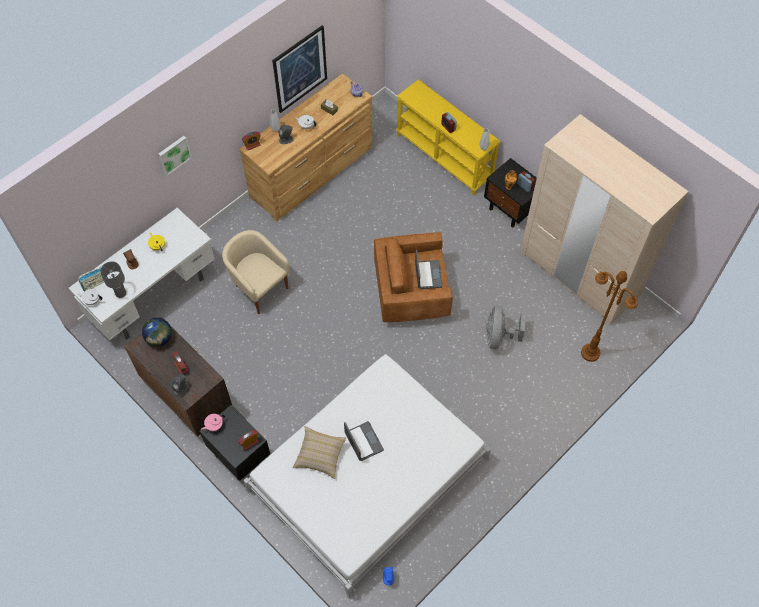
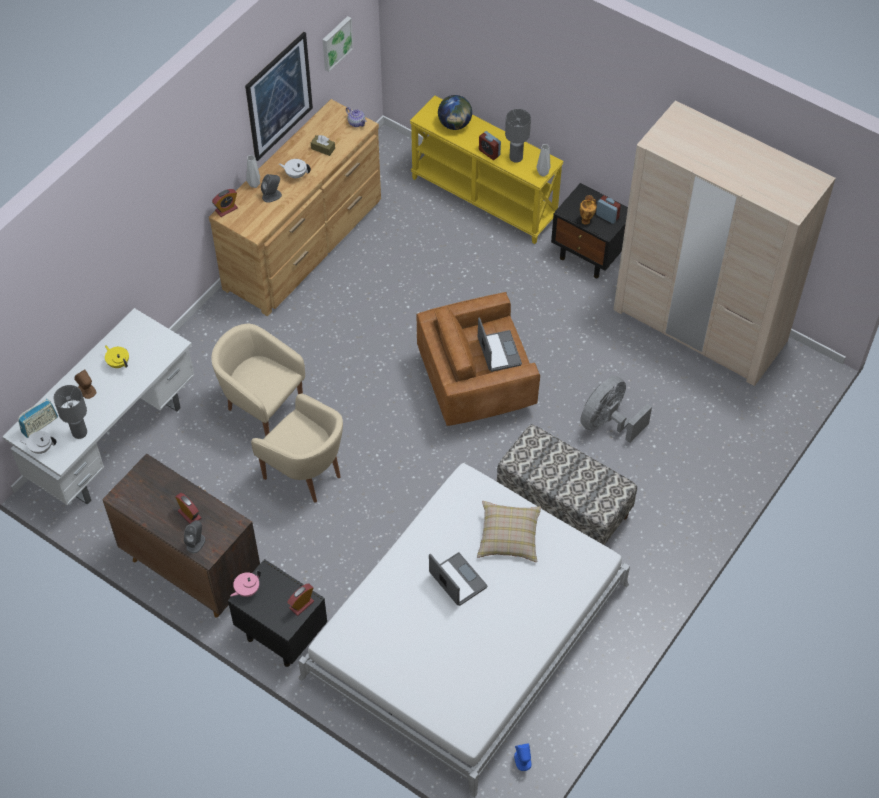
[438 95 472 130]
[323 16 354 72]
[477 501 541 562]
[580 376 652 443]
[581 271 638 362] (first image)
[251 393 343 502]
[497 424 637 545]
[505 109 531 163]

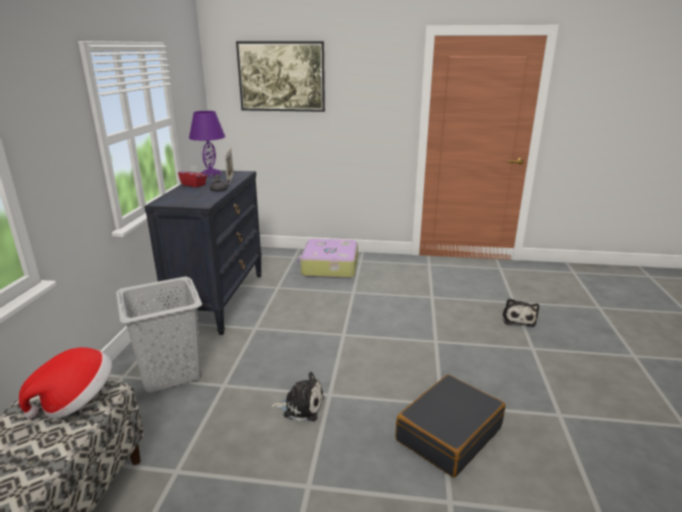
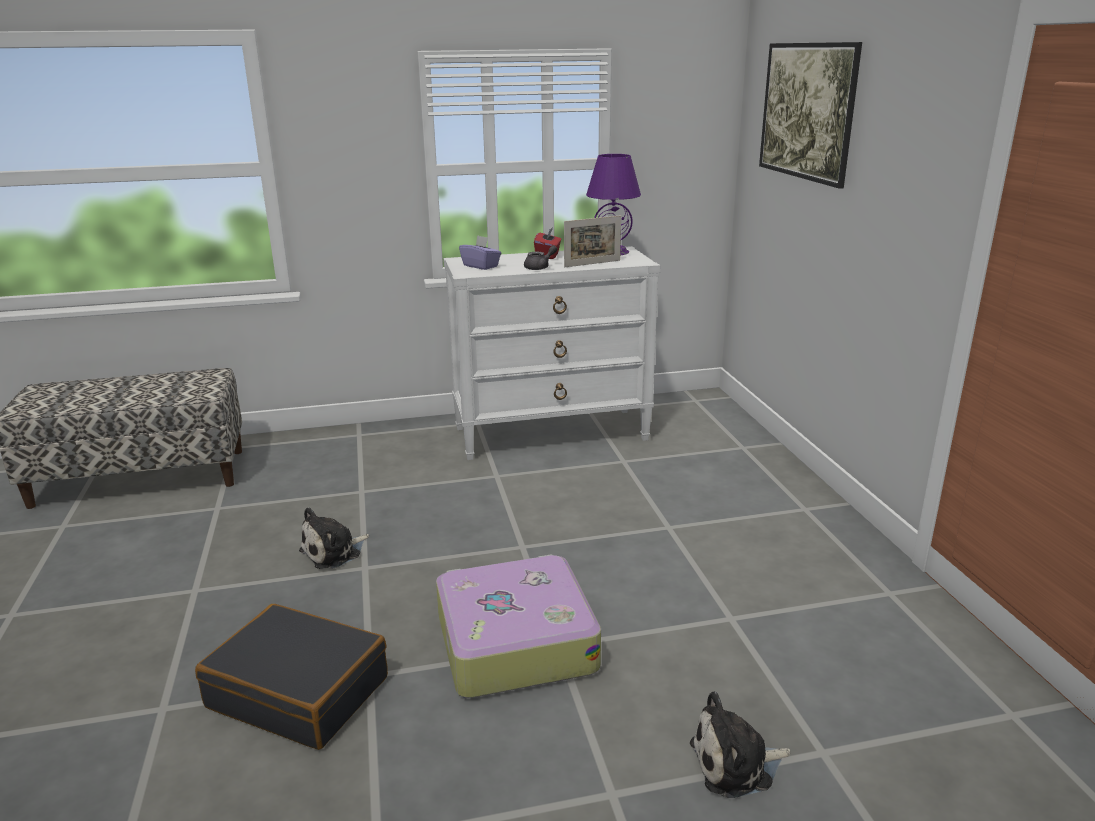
[19 347 112 419] (first image)
[116 276 202 393] (first image)
[443 246 661 460]
[299 507 369 569]
[436 554 601 698]
[459 235 501 270]

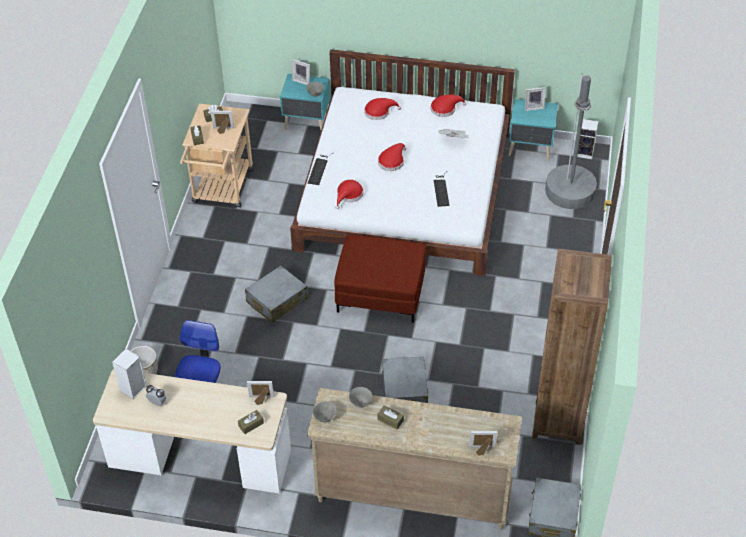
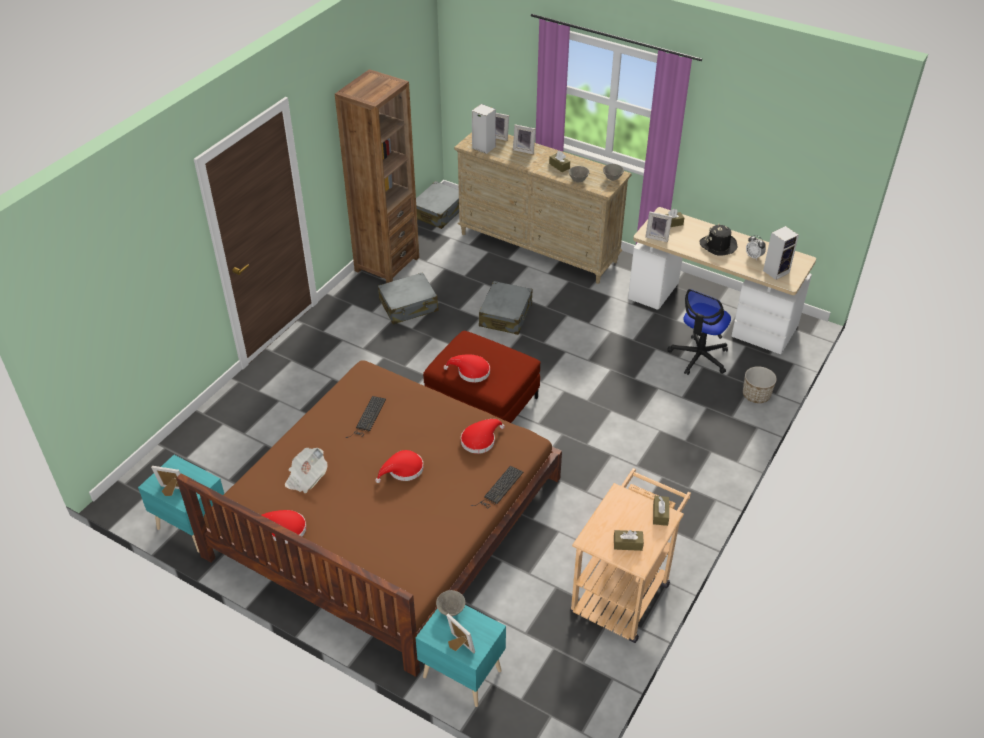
[513 124 536 154]
[378 272 438 324]
[176 360 562 677]
[444 354 490 383]
[545 74 597 209] (first image)
[472 104 496 154]
[700 224 737 256]

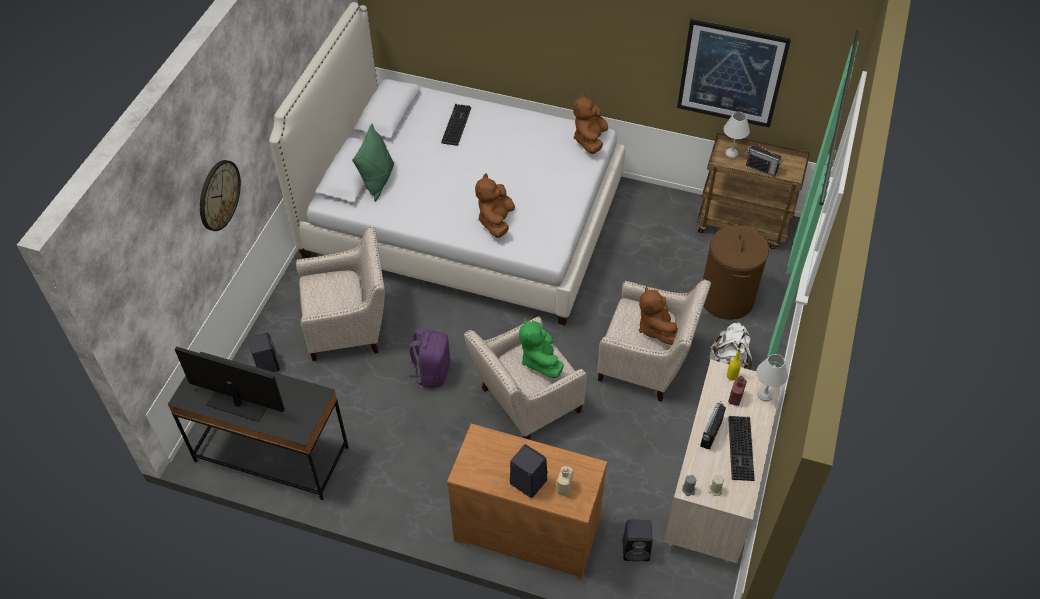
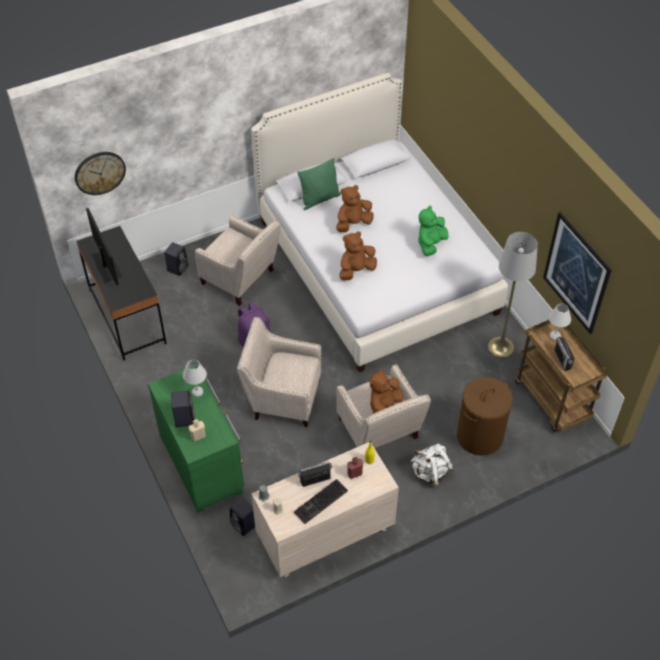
[75 152 126 195]
[441 104 471 146] (first image)
[148 366 244 513]
[418 206 449 256]
[336 185 374 232]
[183 360 207 397]
[488 232 538 358]

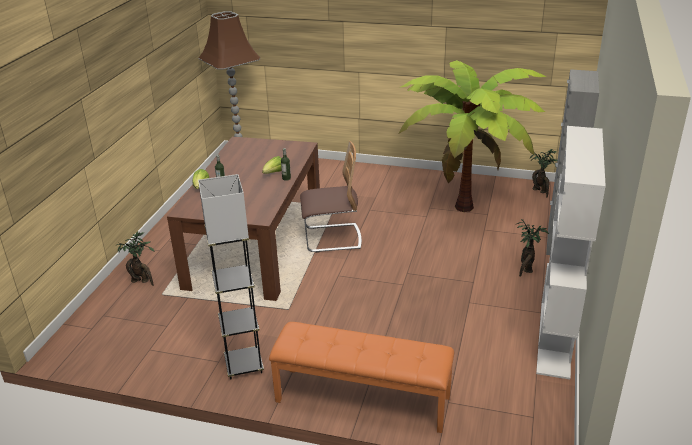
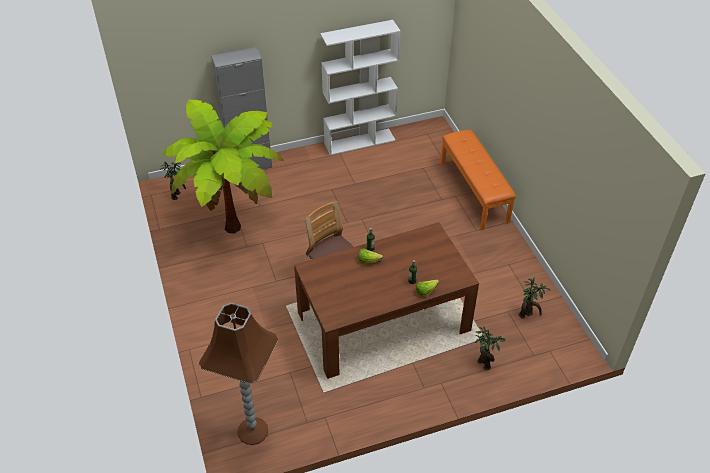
[198 174 264 379] (first image)
[519 277 550 319]

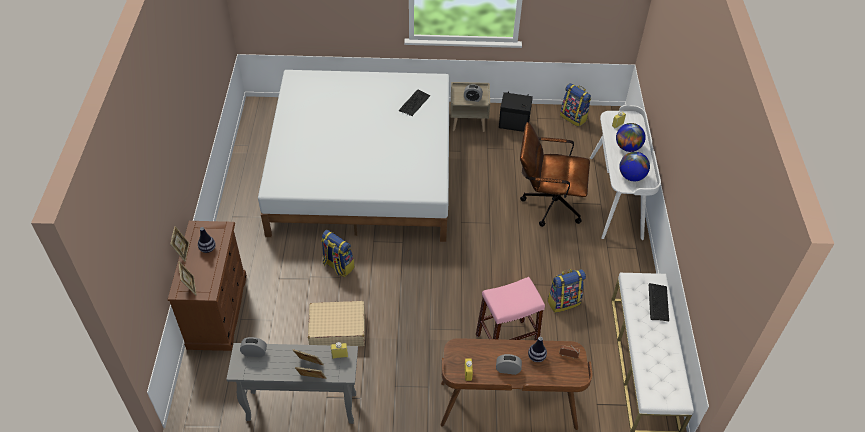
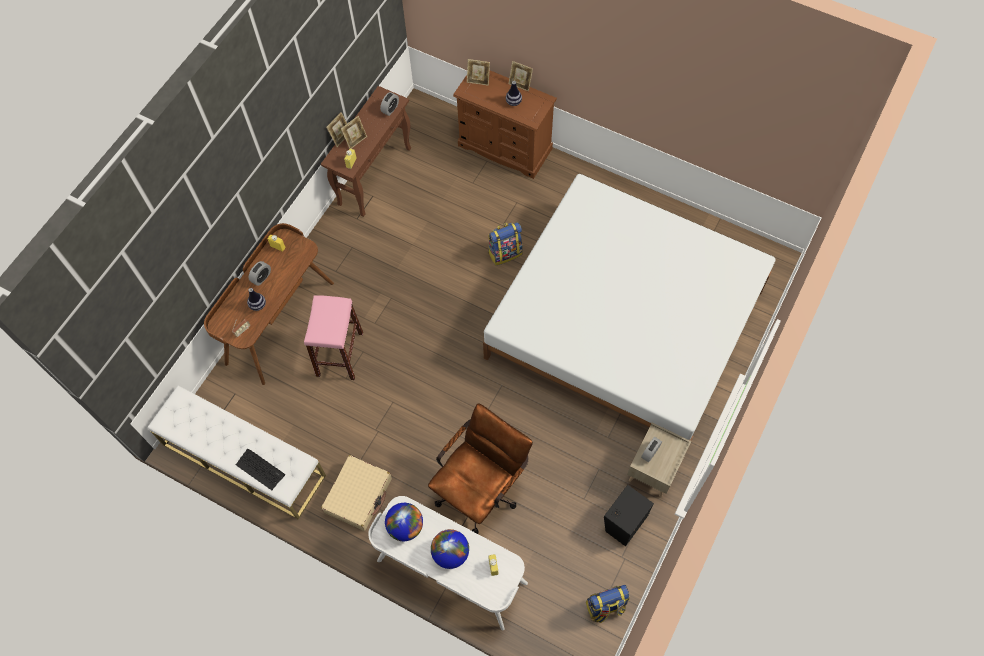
[321 86 411 217]
[321 455 392 531]
[399 89 430 116] (first image)
[547 269 586 313] (first image)

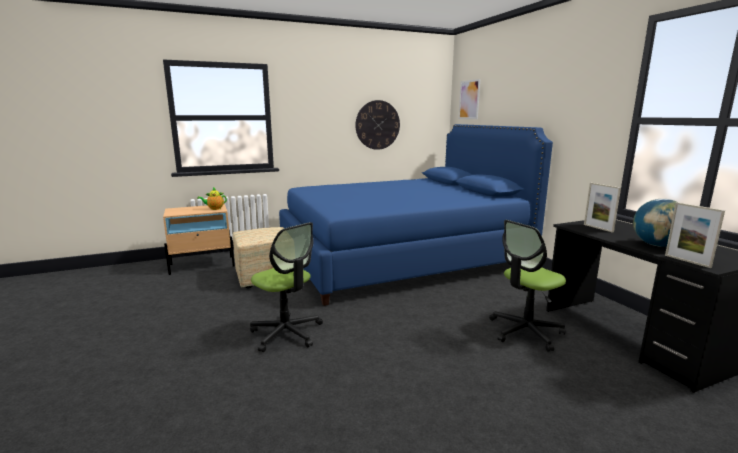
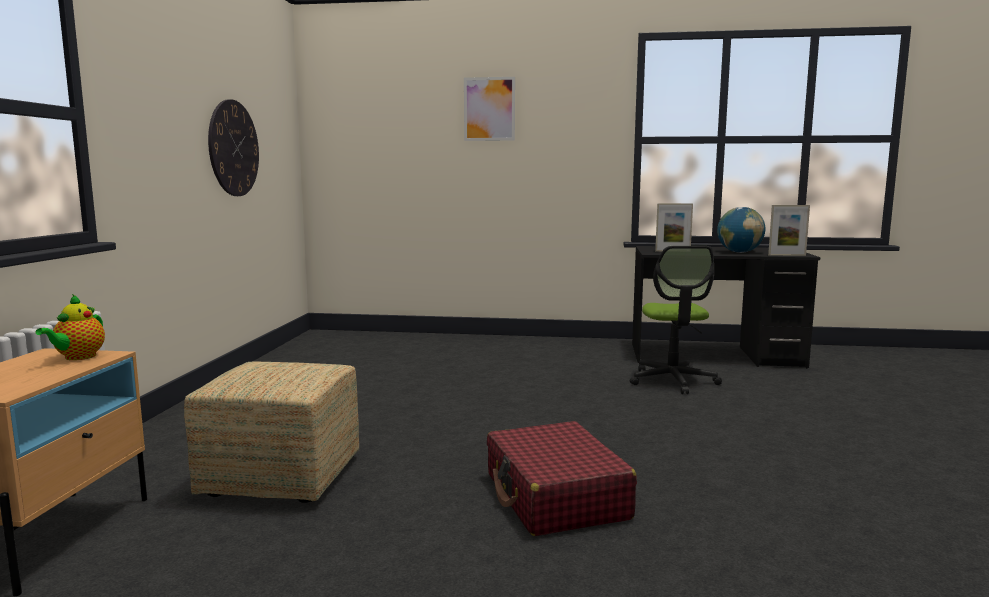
[487 421 637 536]
[279 124 553 306] (first image)
[464 77 515 141]

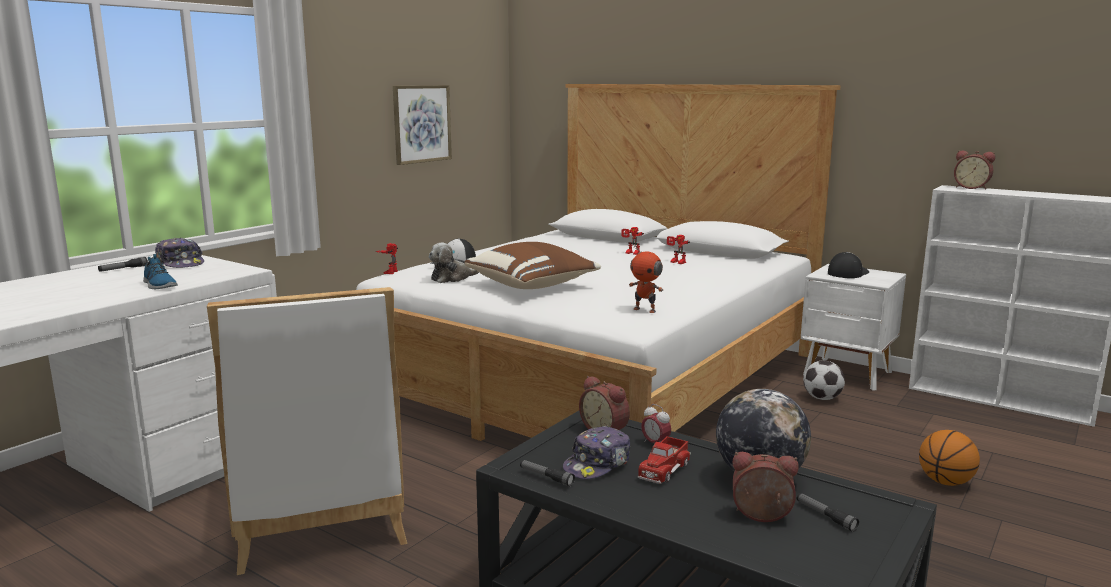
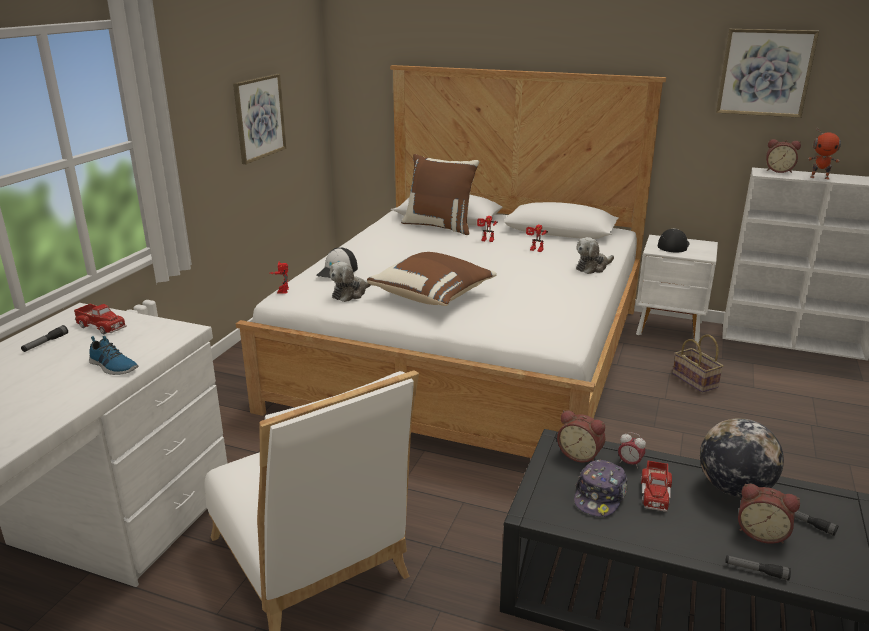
[74 304 127 334]
[725 555 791 581]
[808 129 841 179]
[738 484 800 544]
[803 360 845 400] (first image)
[919 430 980 486] (first image)
[401 154 479 235]
[576 237 614 274]
[673 334 723 392]
[716 29 819 118]

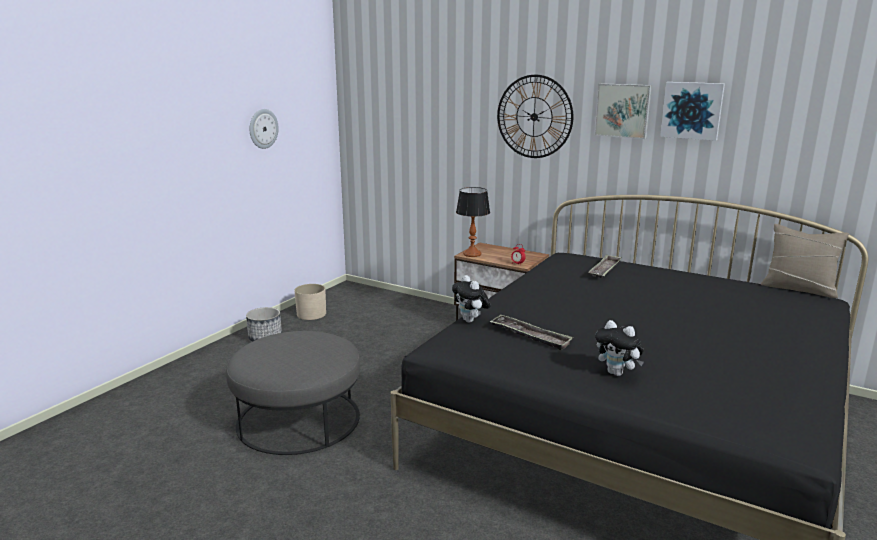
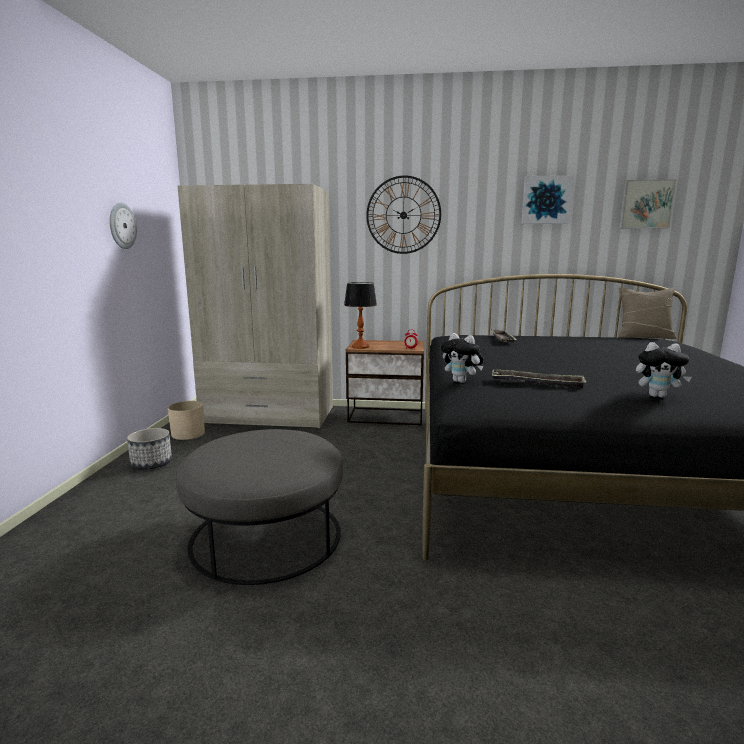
[619 179 676 229]
[177 184 333 428]

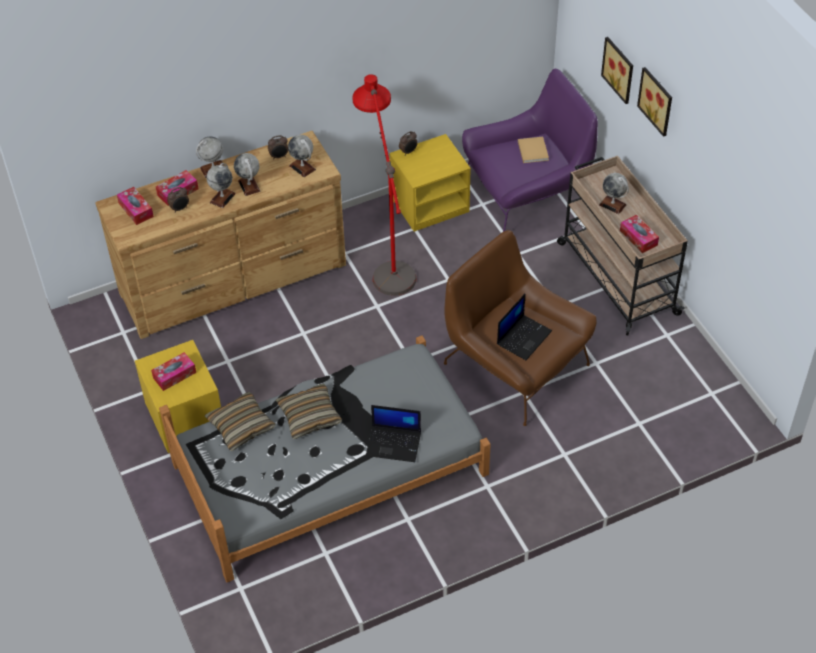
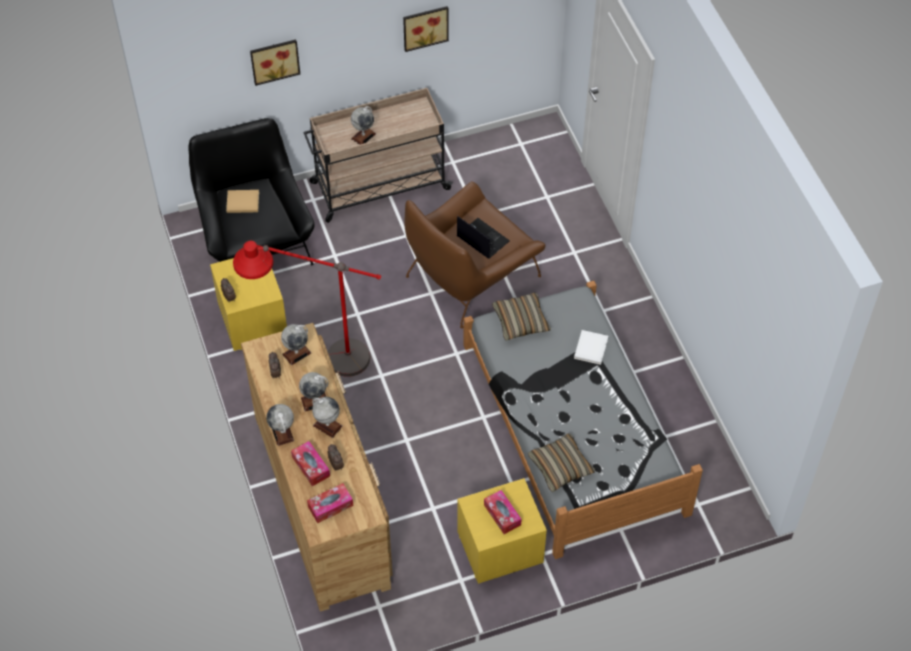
[492 292 551 341]
[574 330 608 365]
[188 118 315 265]
[620 215 659 253] (first image)
[403 6 449 52]

